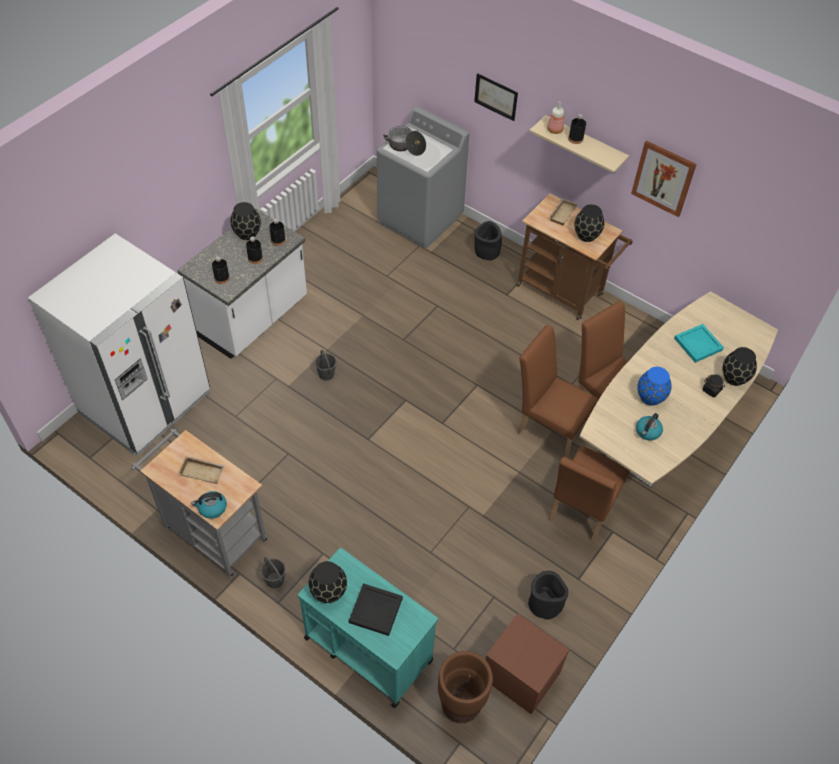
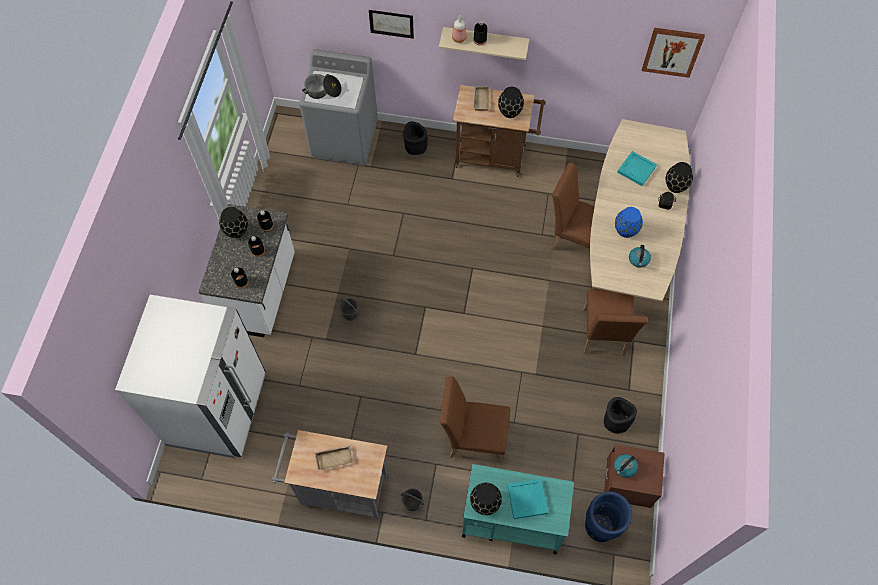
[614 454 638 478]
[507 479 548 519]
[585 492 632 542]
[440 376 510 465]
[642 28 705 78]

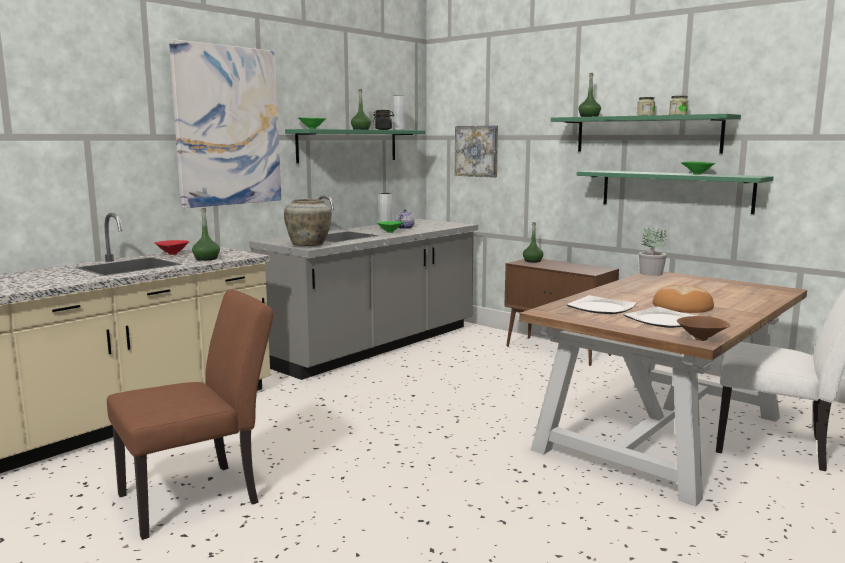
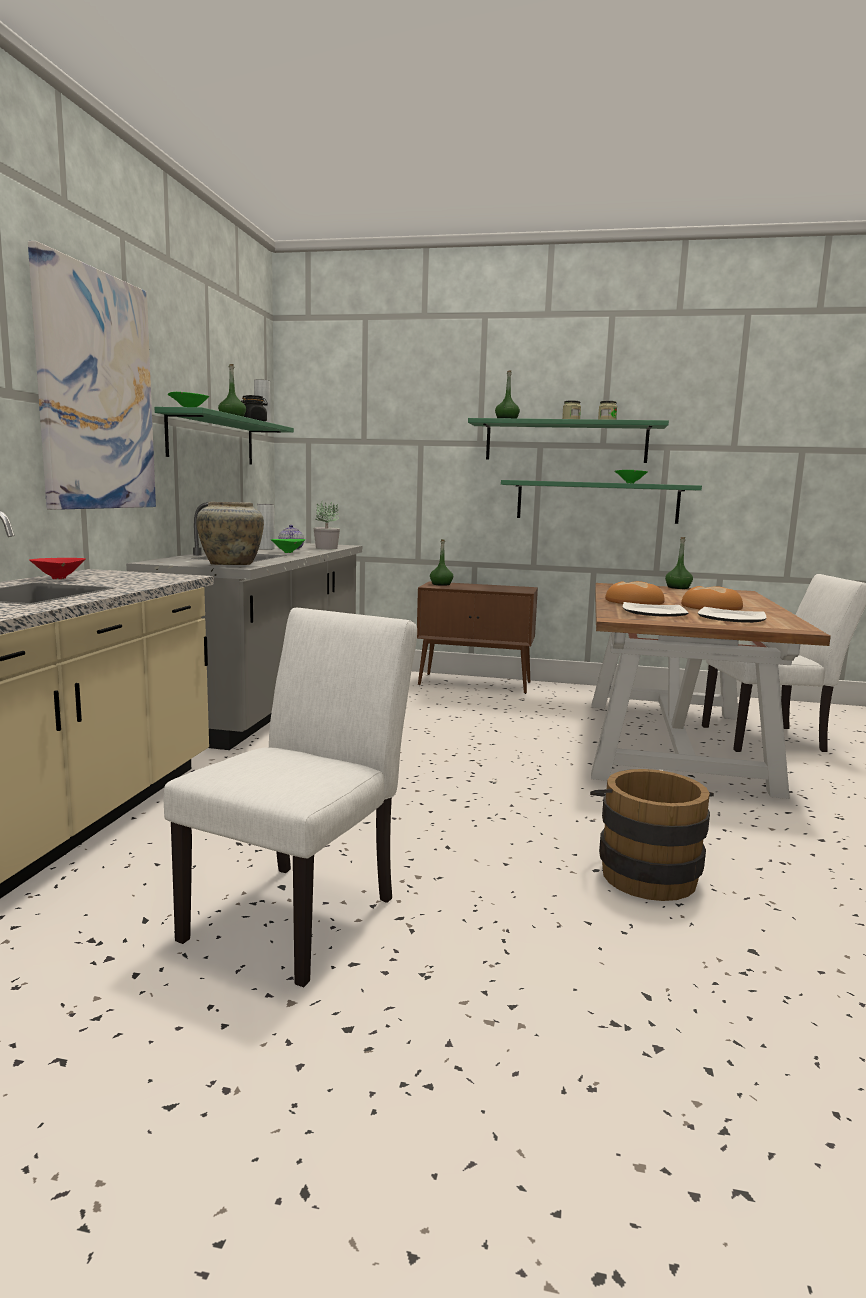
[164 608 417 987]
[665 537 693 589]
[455 125 498 177] (first image)
[313 502 340 549]
[677 316 730 341] (first image)
[590 769 714 901]
[605 581 665 605]

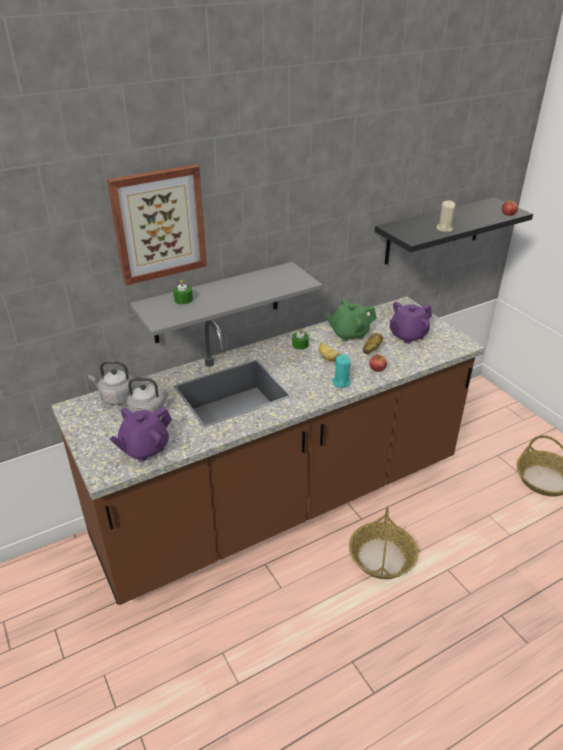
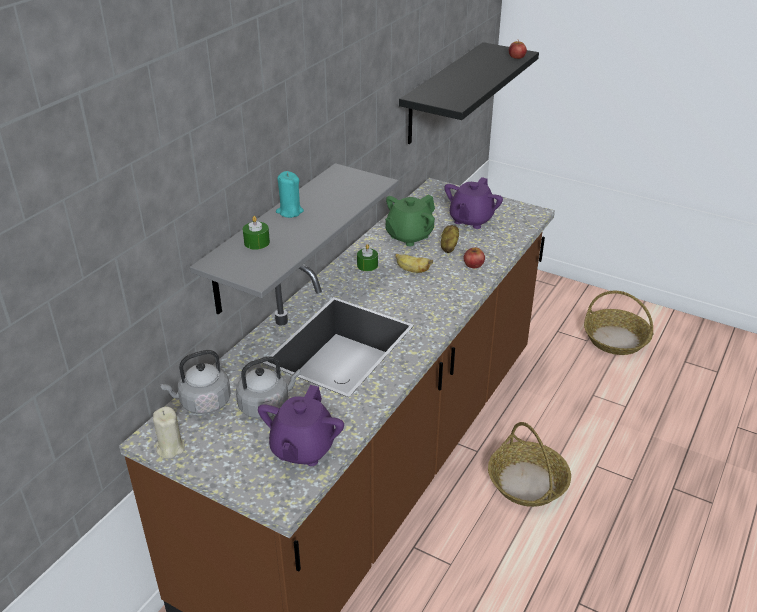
[107 164 207 286] (first image)
[276 171 304 218]
[153 407 185 459]

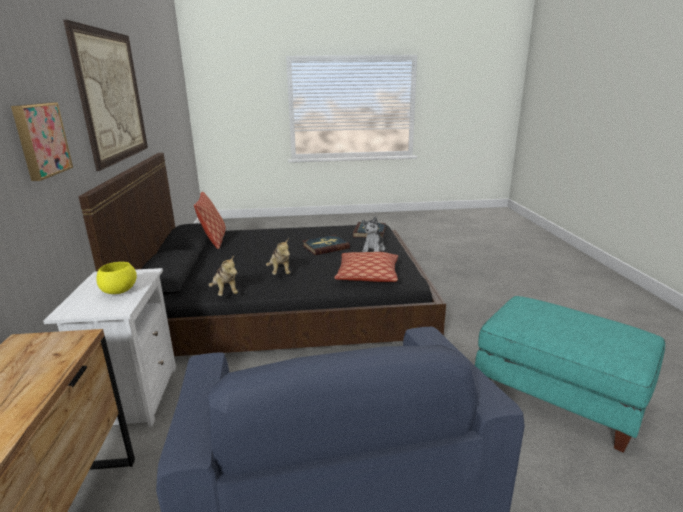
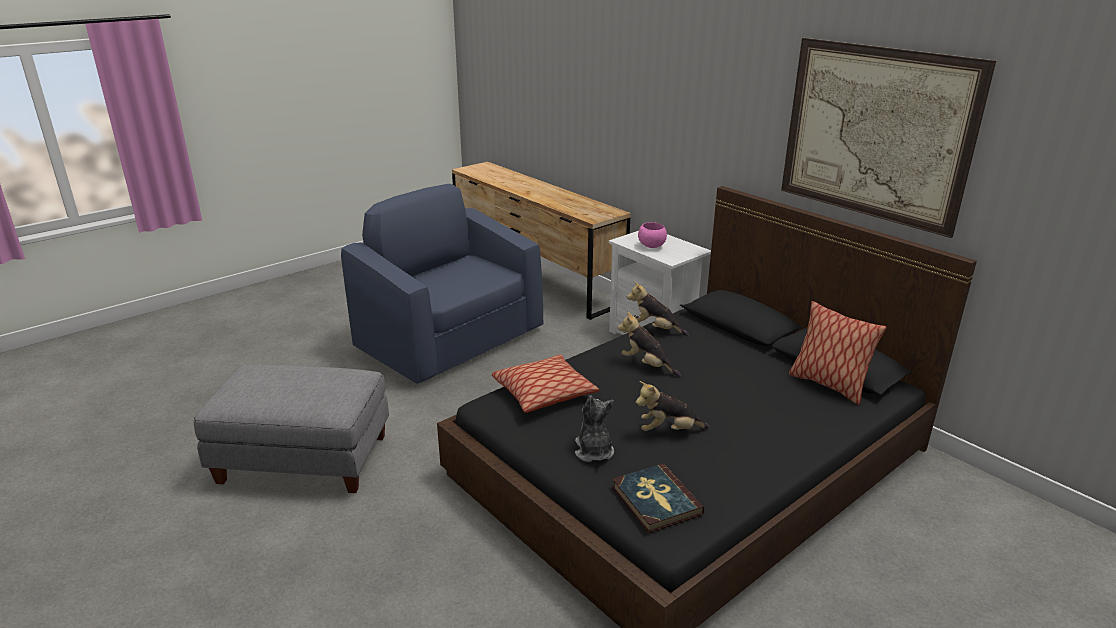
[11 102 73 181] (first image)
[638 222 667 248]
[636 381 710 431]
[194 364 389 493]

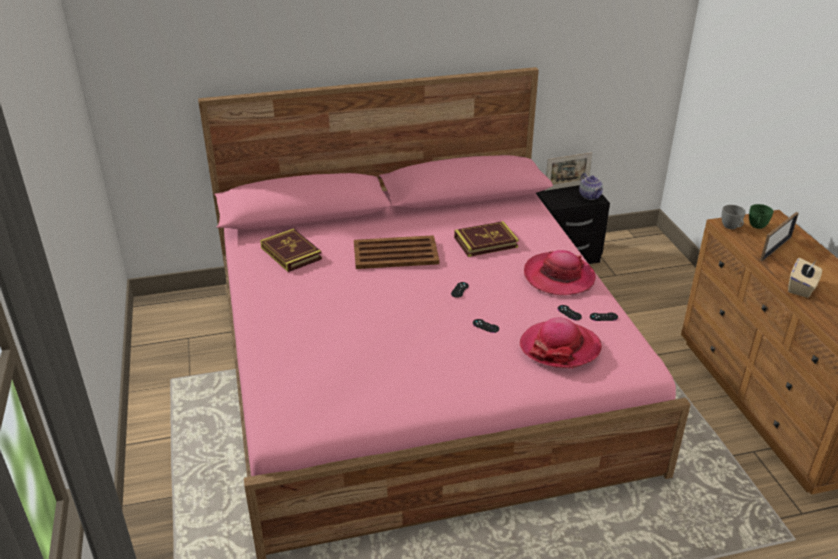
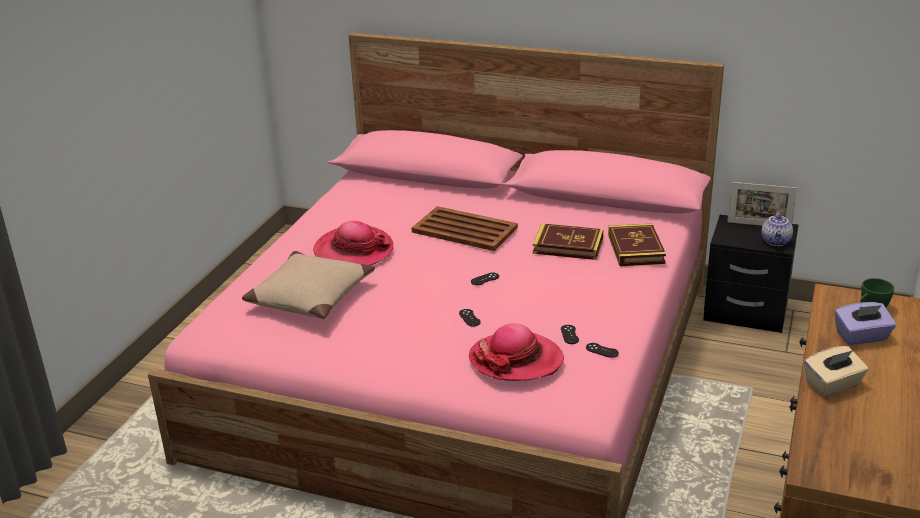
[608 224 666 266]
[313 221 393 265]
[722 205 746 229] (first image)
[835 302 896 345]
[242 251 375 319]

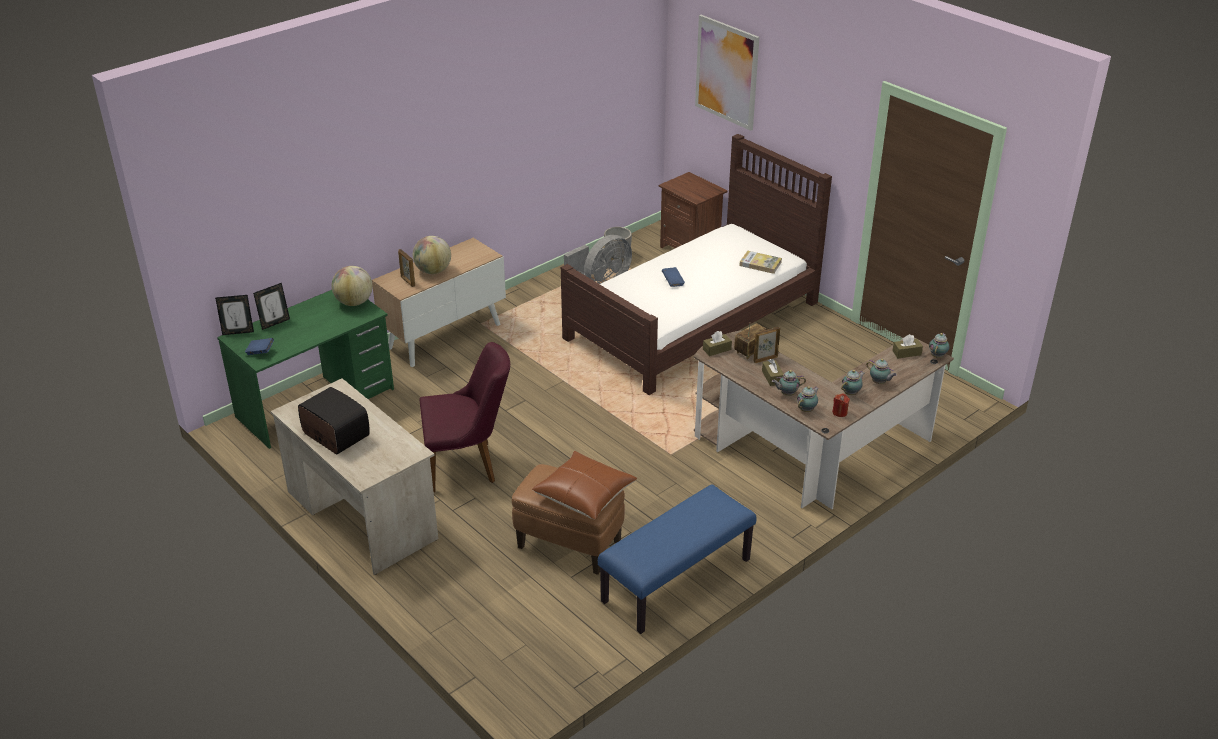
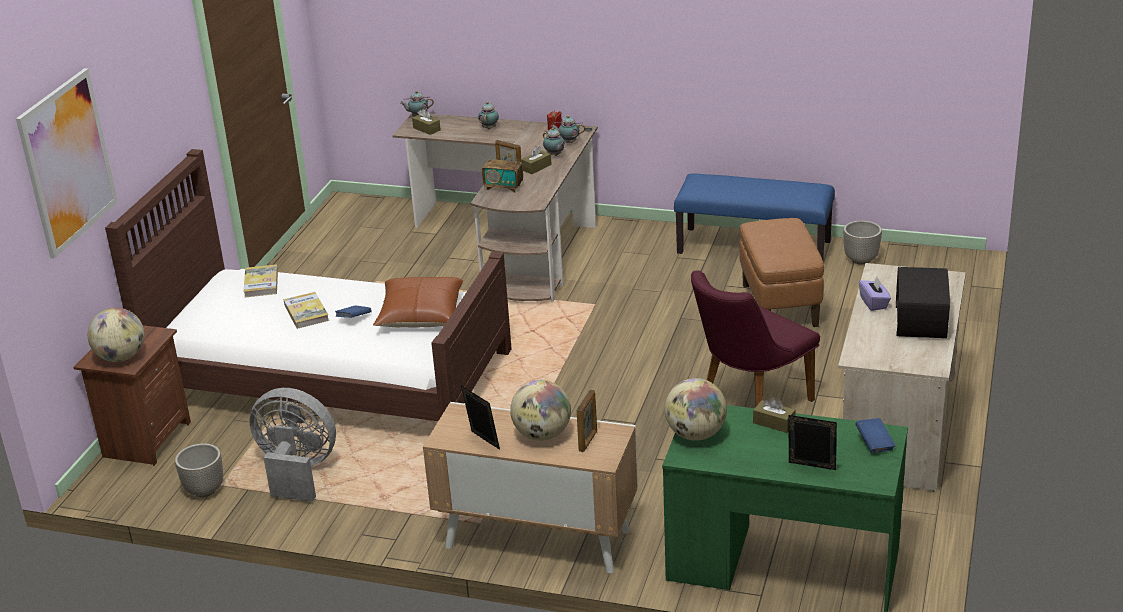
[461 385 500 450]
[691 270 820 406]
[373 277 463 328]
[753 397 795 433]
[841 370 865 395] (first image)
[88 307 144 362]
[284 292 329 329]
[843 221 882 264]
[859 277 891 311]

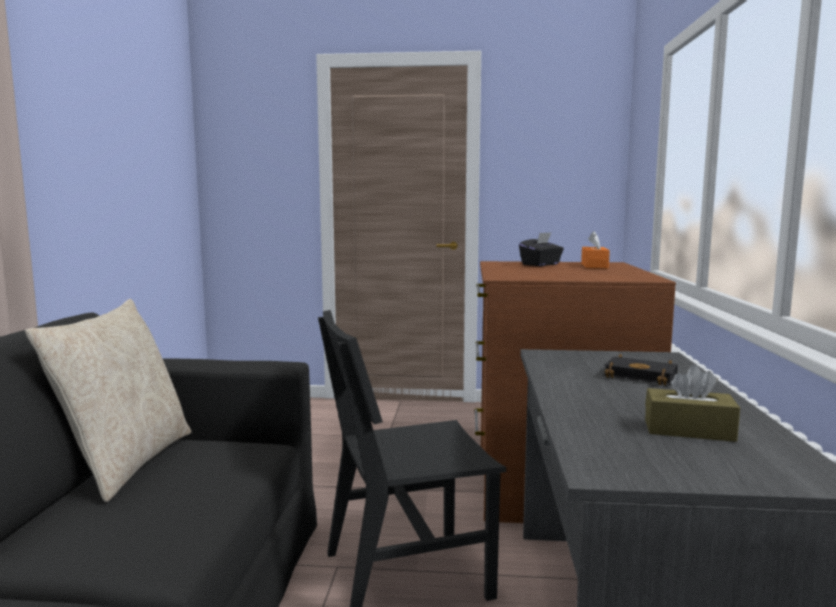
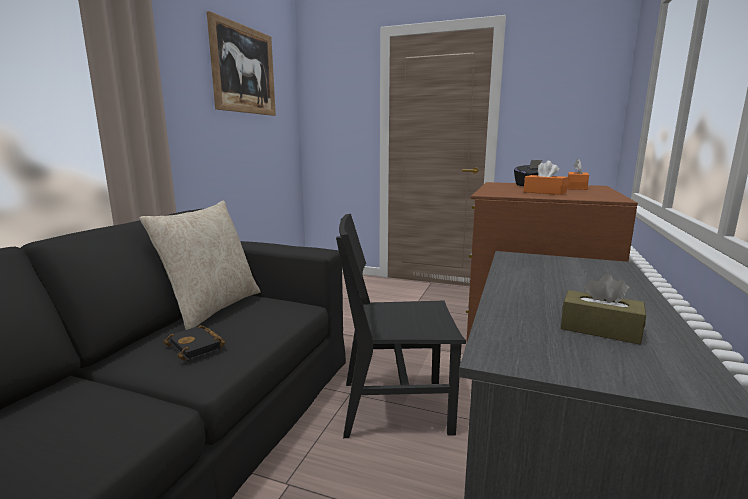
[163 325 225 361]
[207 11 276 116]
[523 161 568 195]

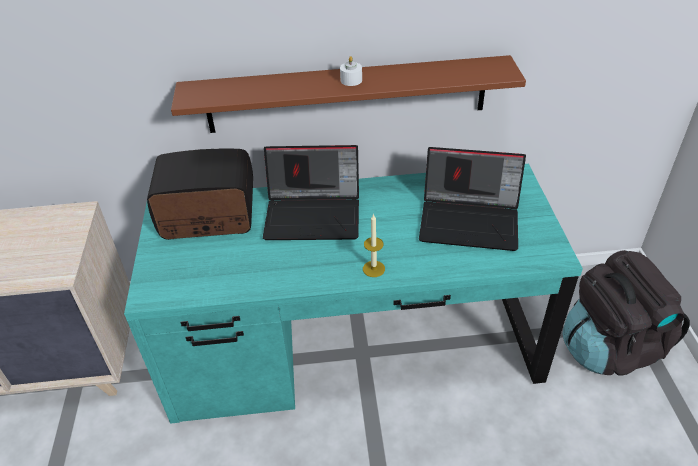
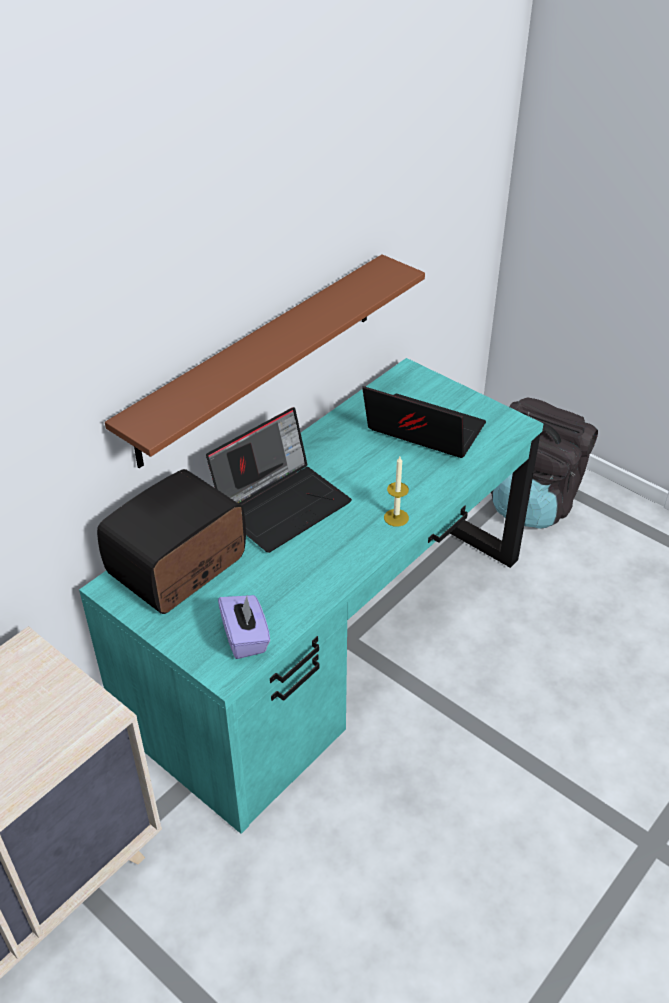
[340 56 362 86] (first image)
[362 386 486 458]
[218 595 270 659]

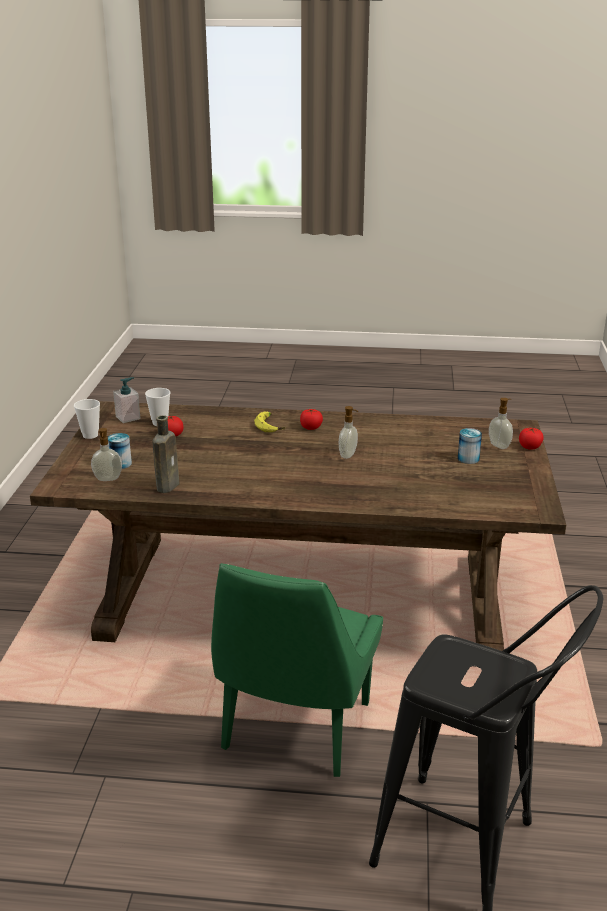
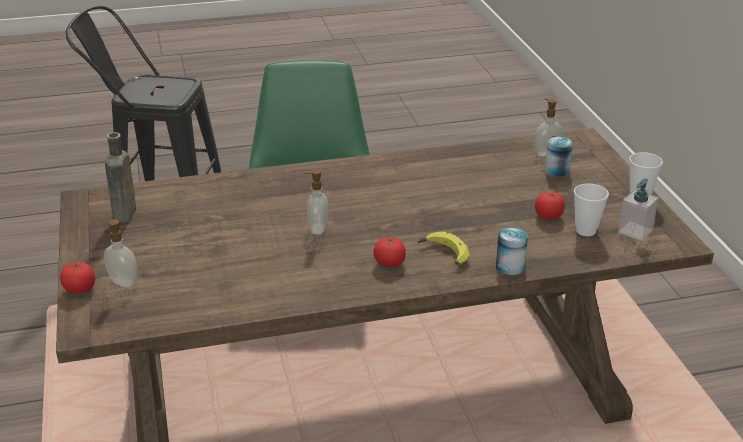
[105 132 136 223]
[496 227 528 275]

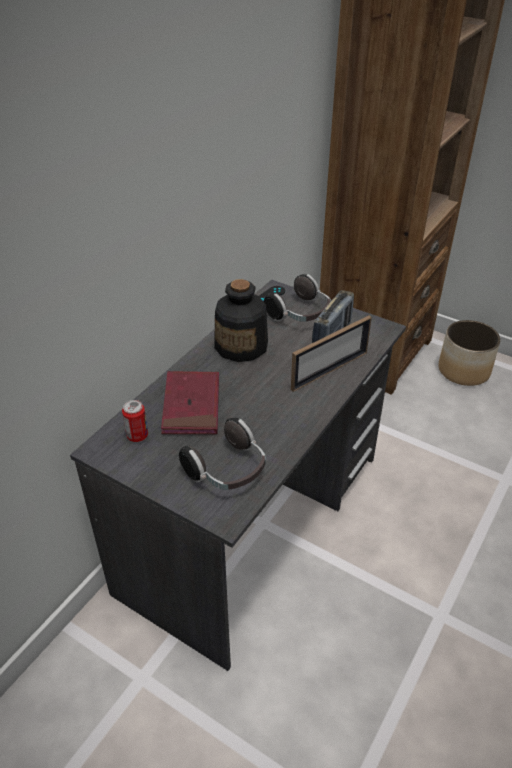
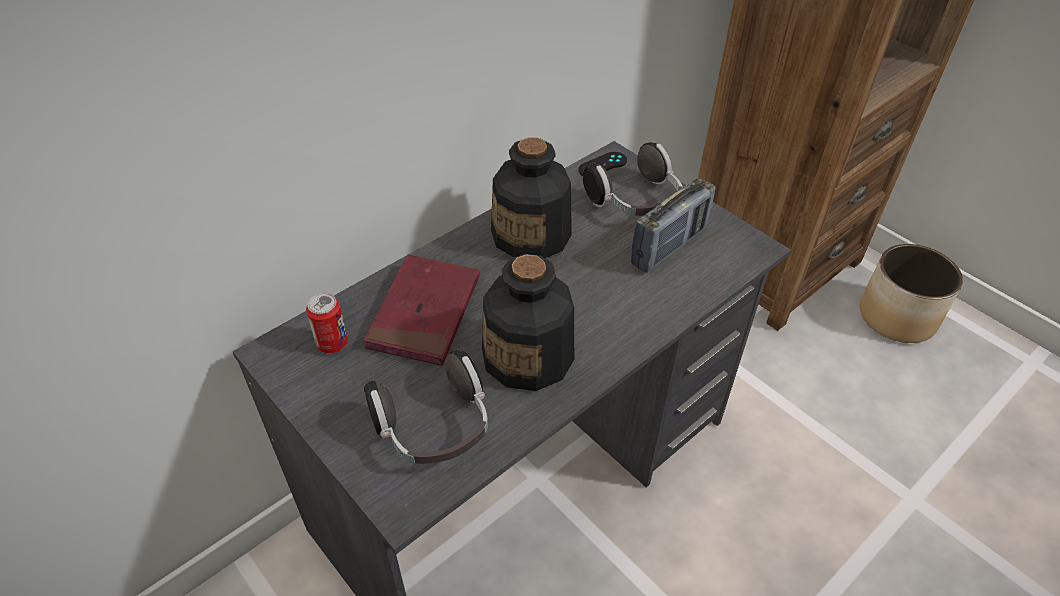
[291 316 372 392] (first image)
[482 254 574 391]

